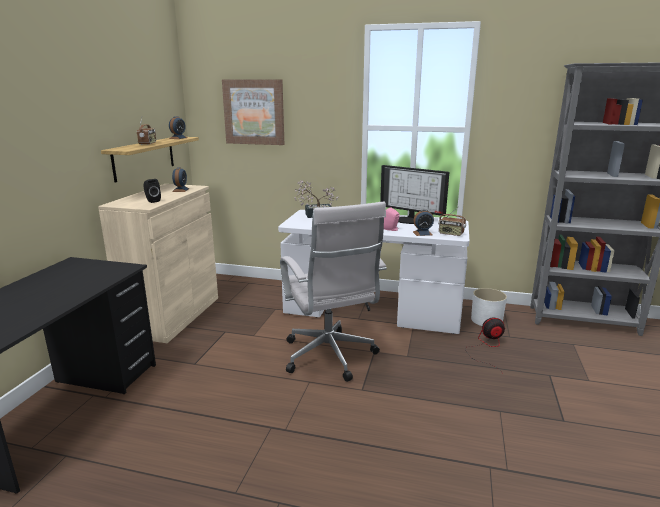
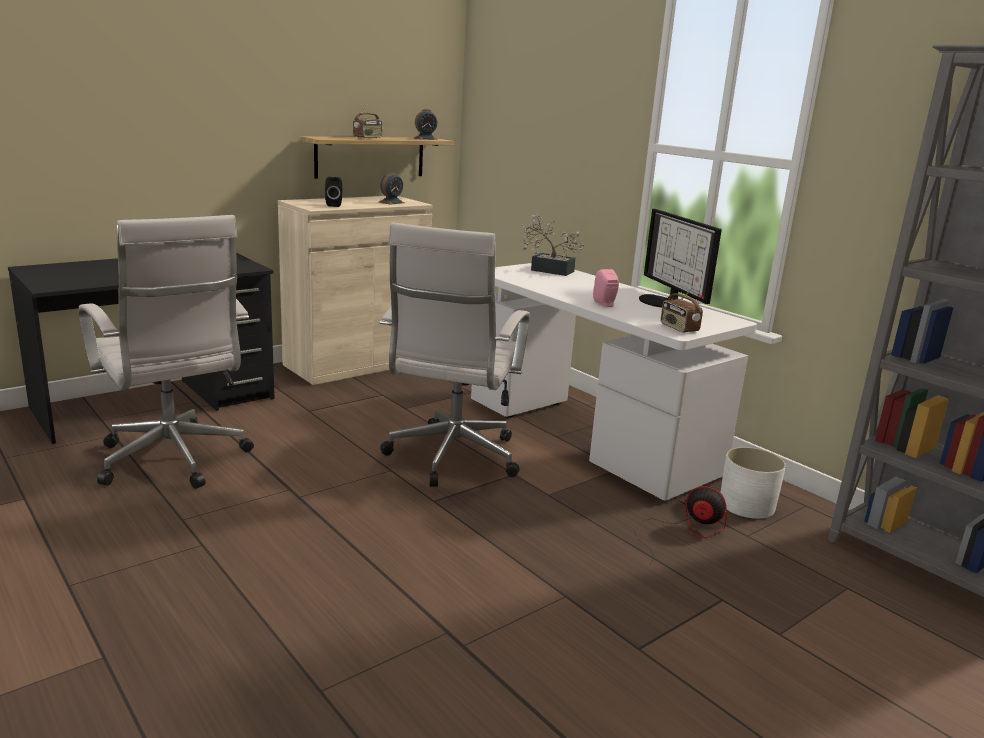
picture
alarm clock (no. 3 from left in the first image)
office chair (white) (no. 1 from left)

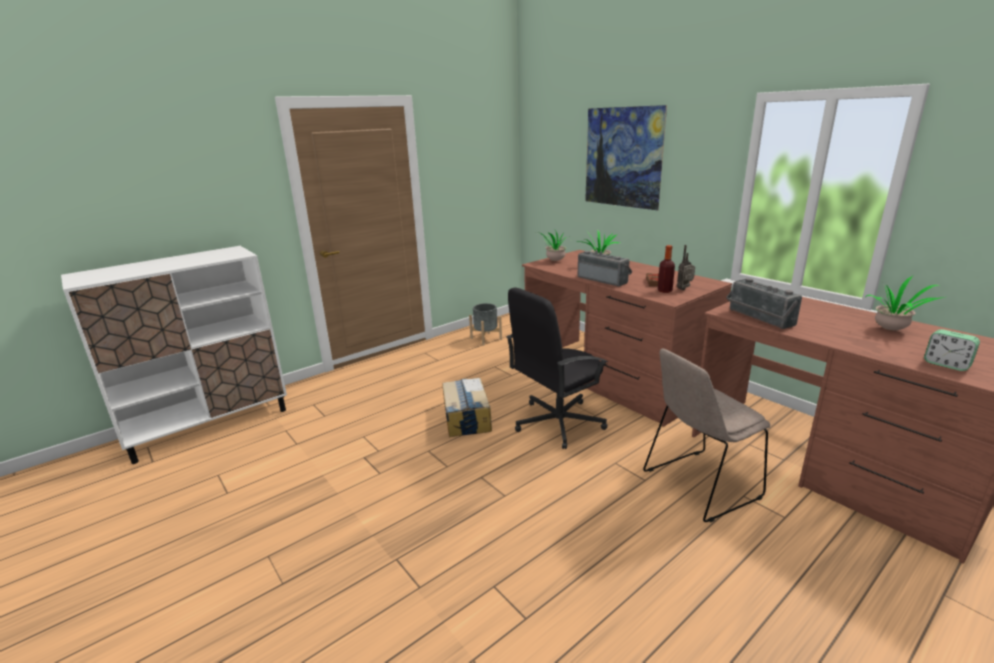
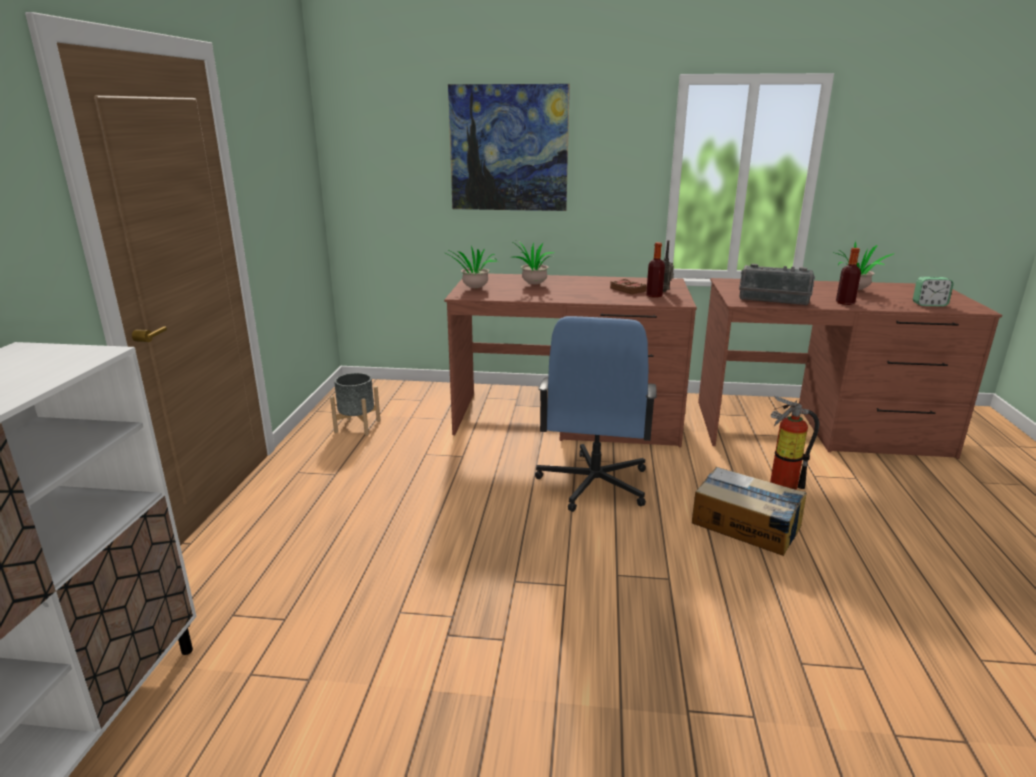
cardboard box
office chair (blue)
radio (no. 1 from left in the first image)
fire extinguisher
bottle (no. 2 from left)

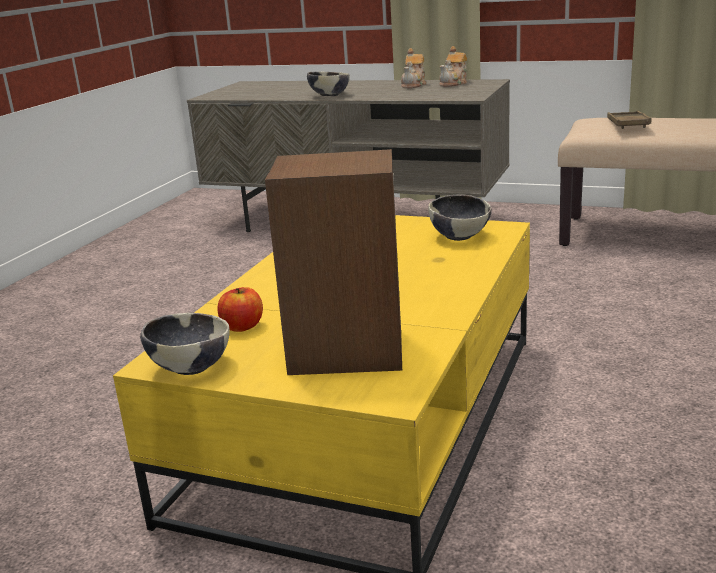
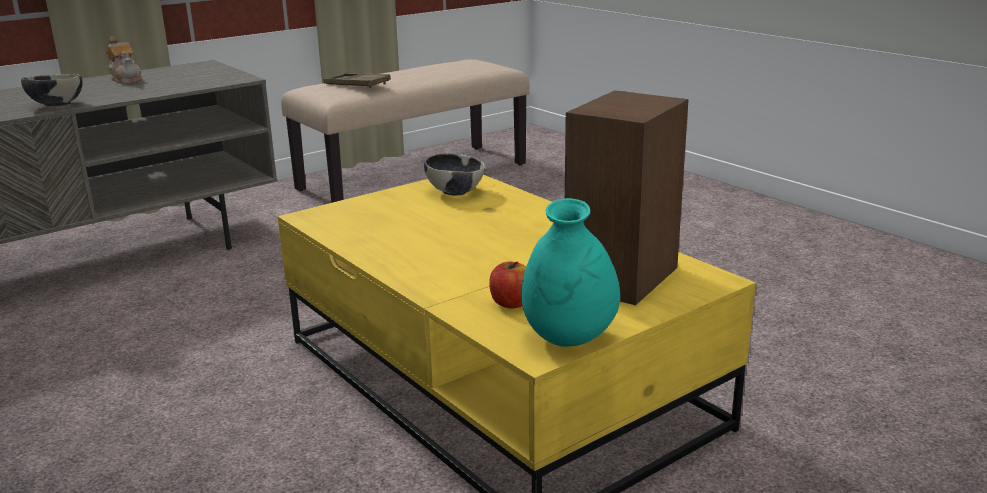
vase (turquoise)
teapot (no. 2 from left in the first image)

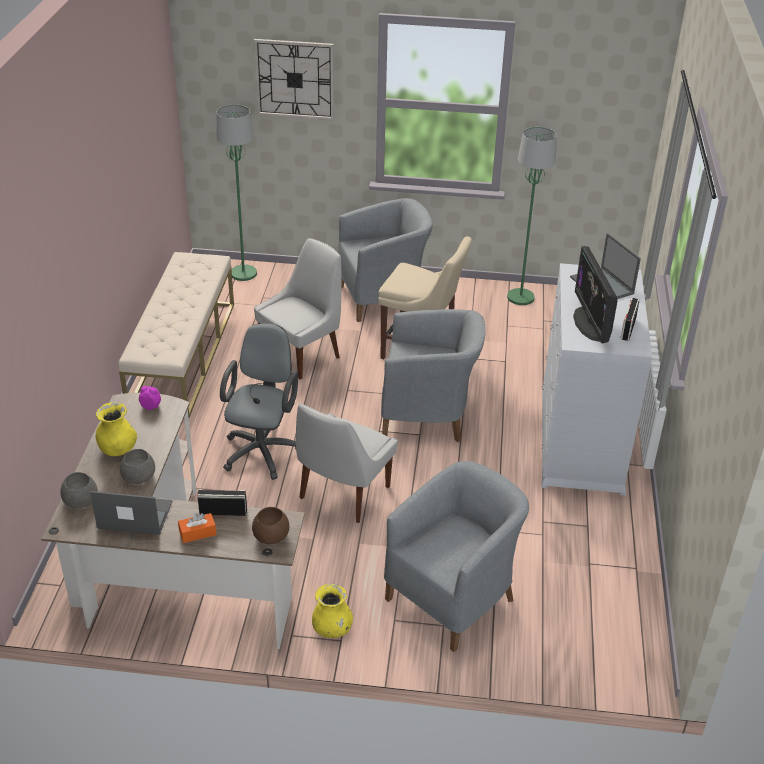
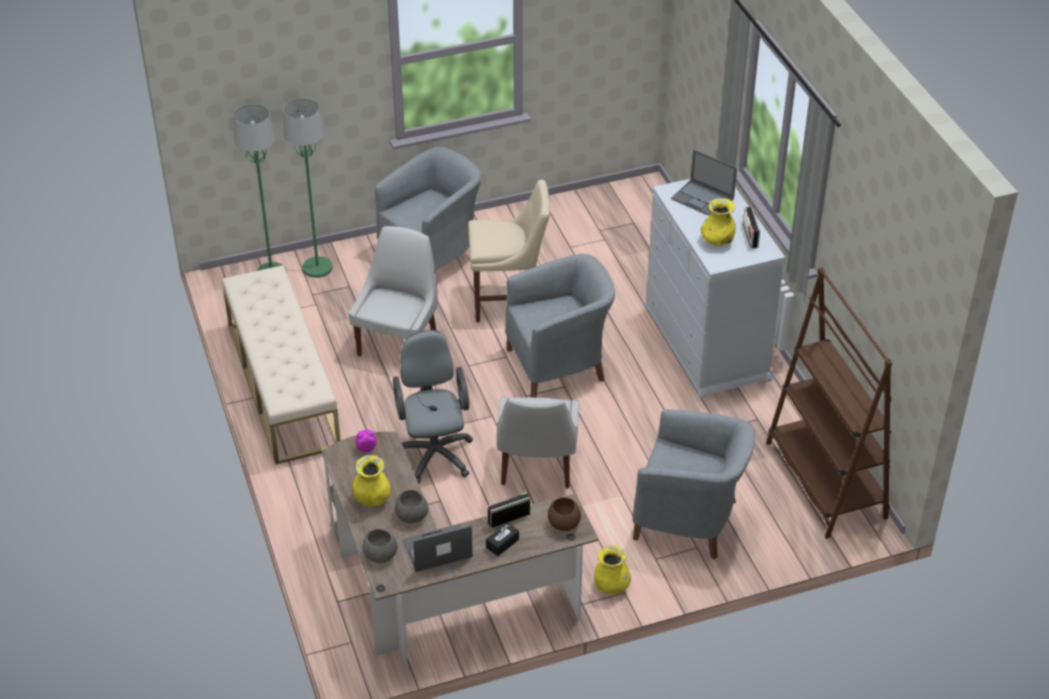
tissue box (black)
wall clock
armchair (grey) (no. 3 from left)
floor lamp (green) (no. 2 from left)
vase (yellow) (no. 3 from left)
bookcase (brown)

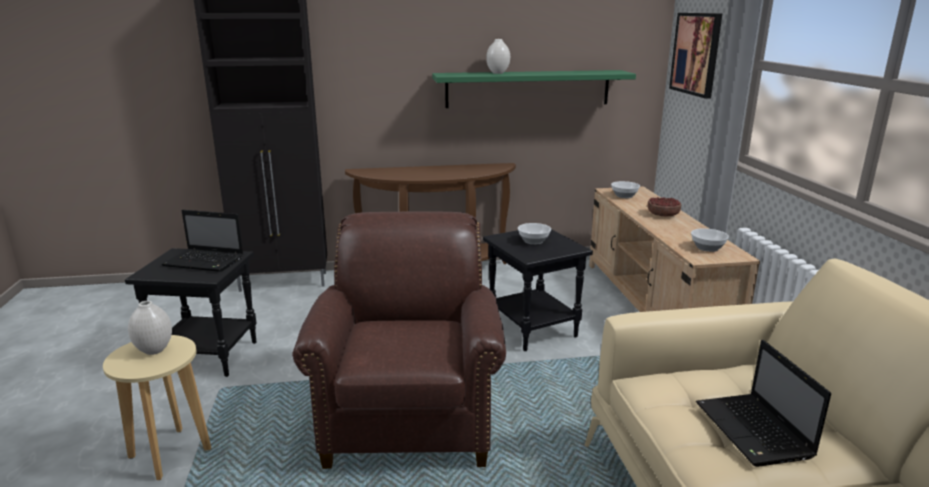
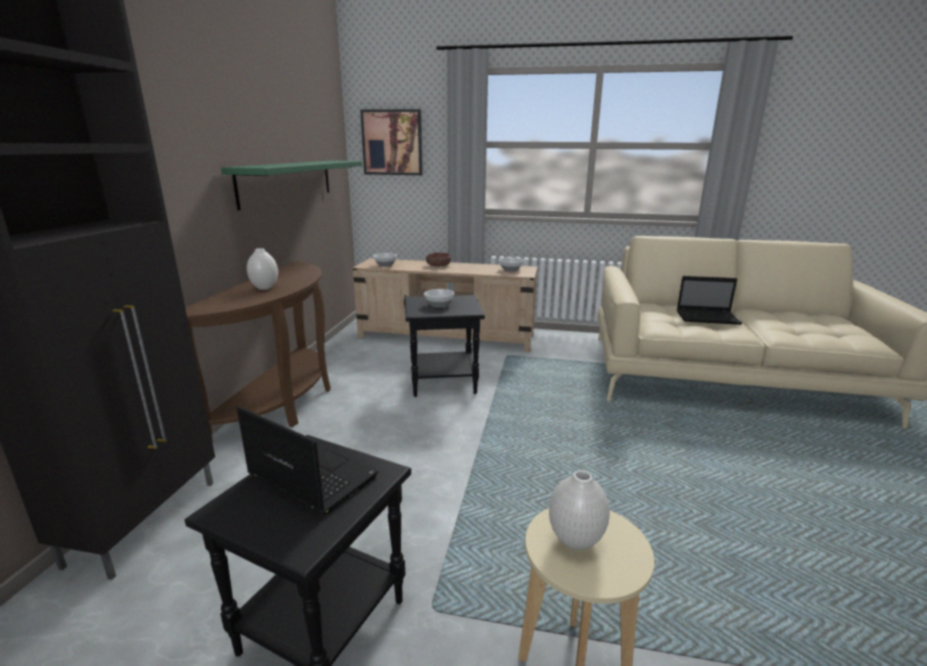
laptop (no. 1 from left)
armchair (brown)
vase (white) (no. 1 from left)

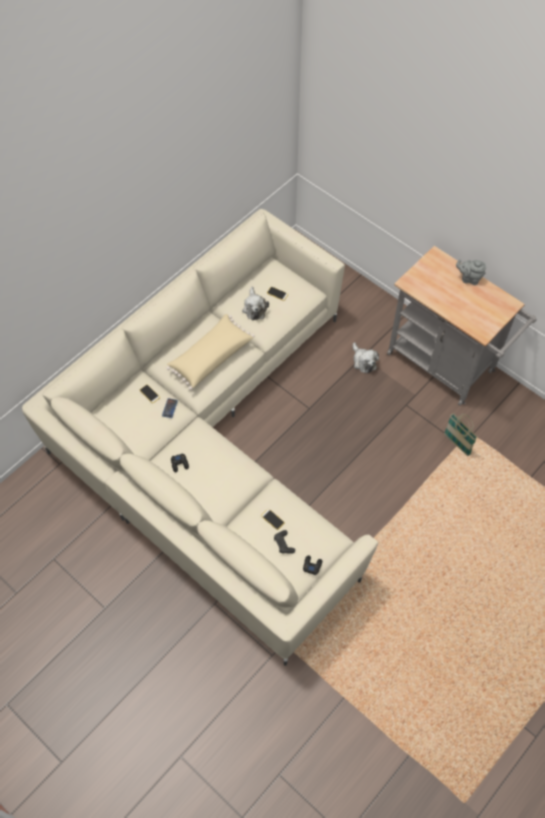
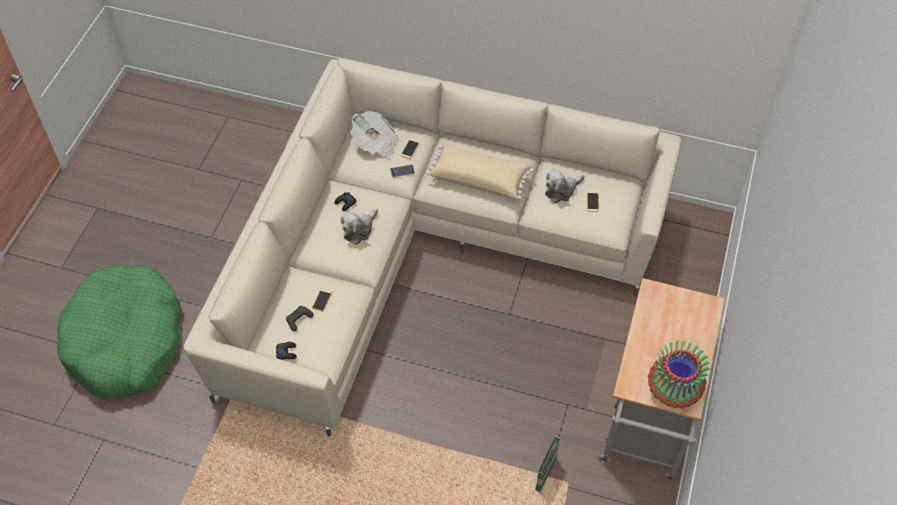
plush toy (no. 1 from left)
teapot (grey)
dog bed (green)
newspaper
vase

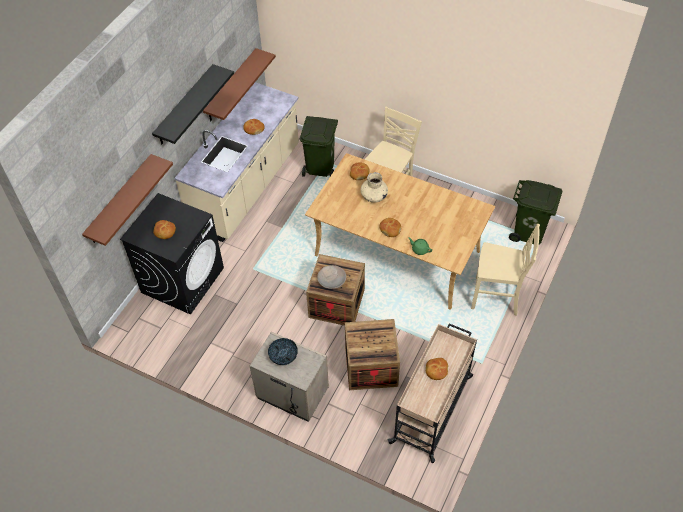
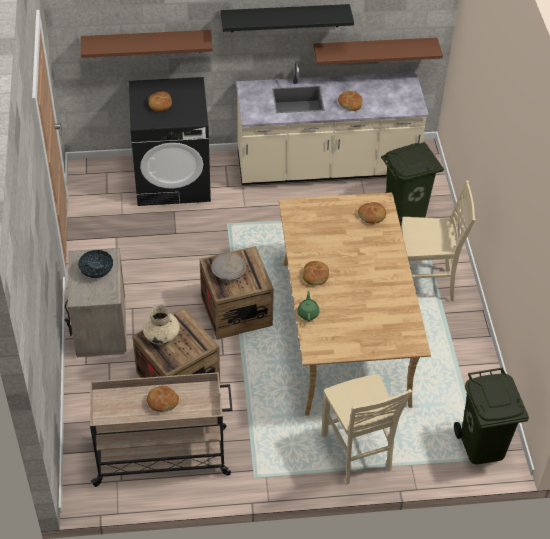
vase (beige)

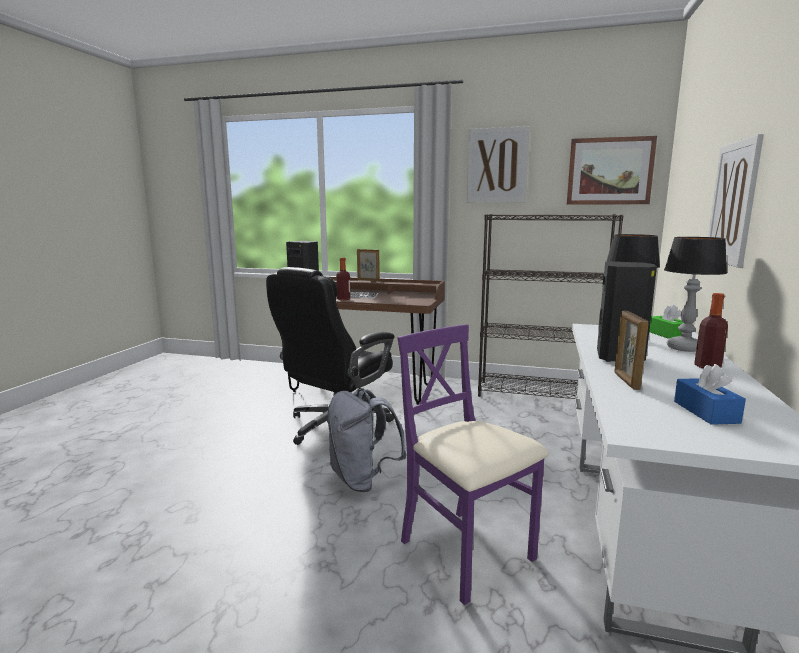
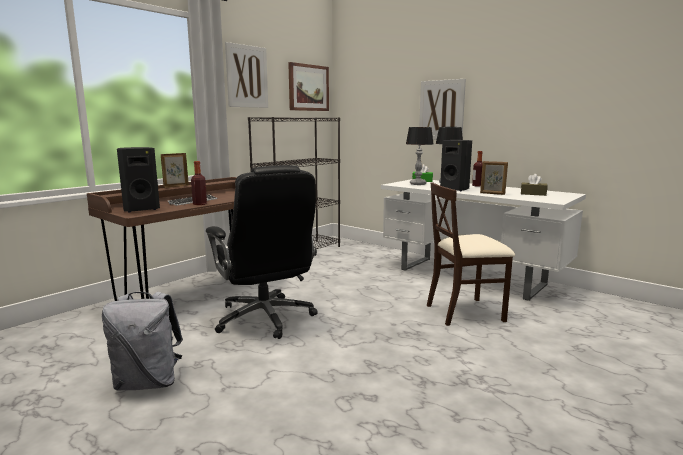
backpack (grey)
chair (beige)
tissue box (brown)

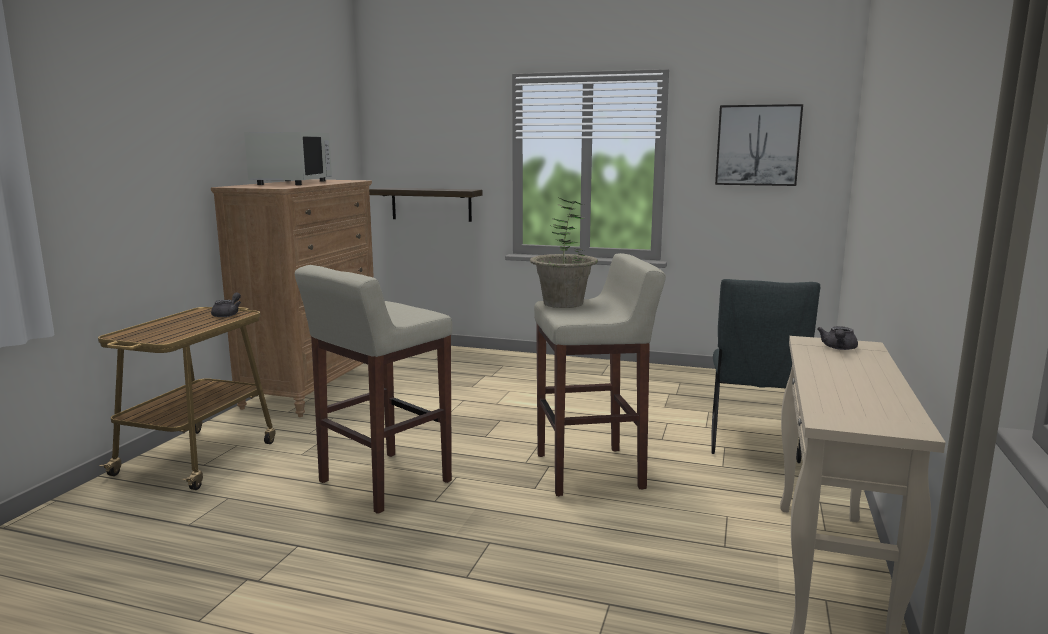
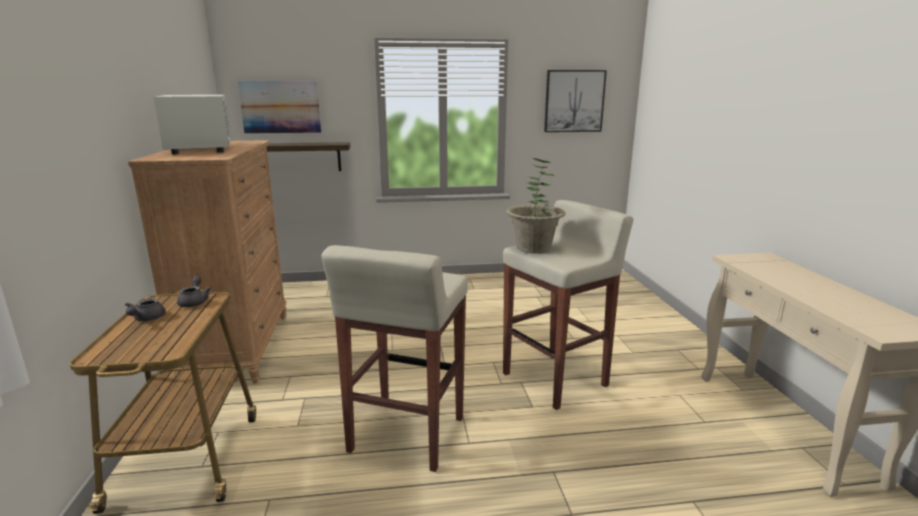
chair (grey)
teapot (grey) (no. 1 from left)
picture (no. 1 from left)

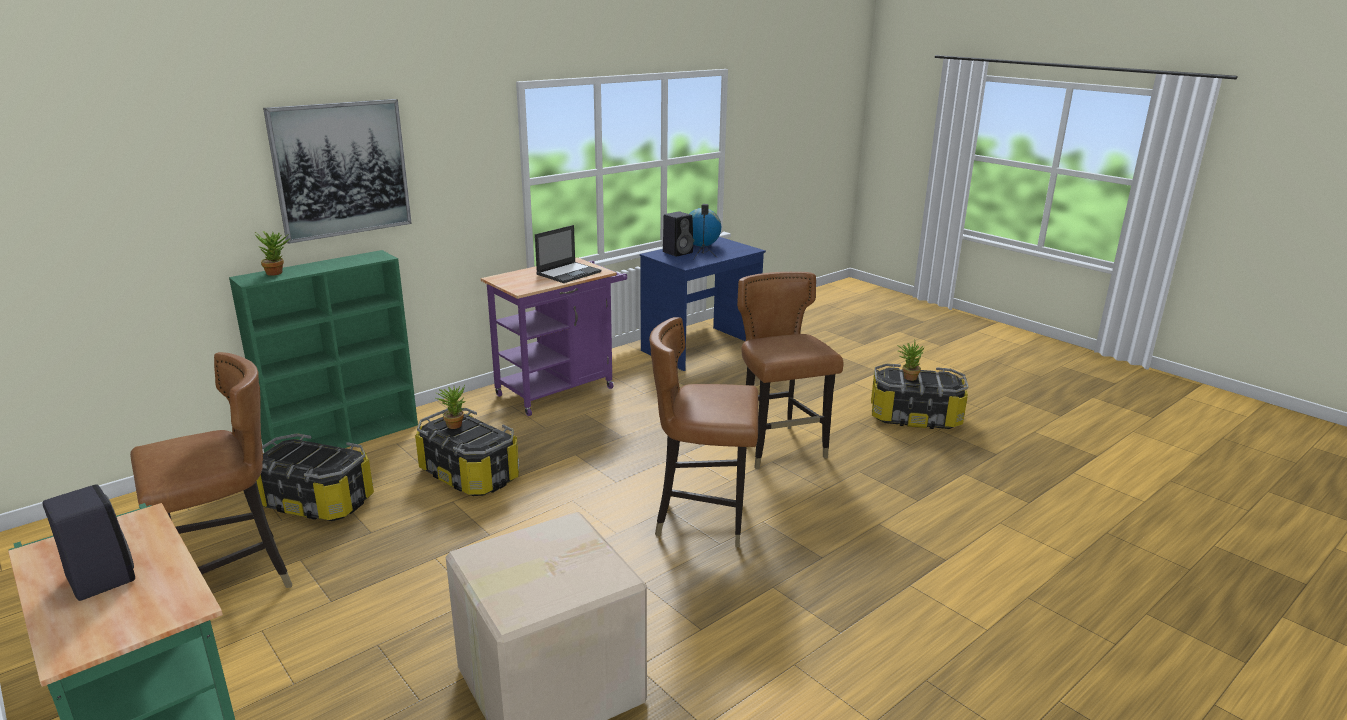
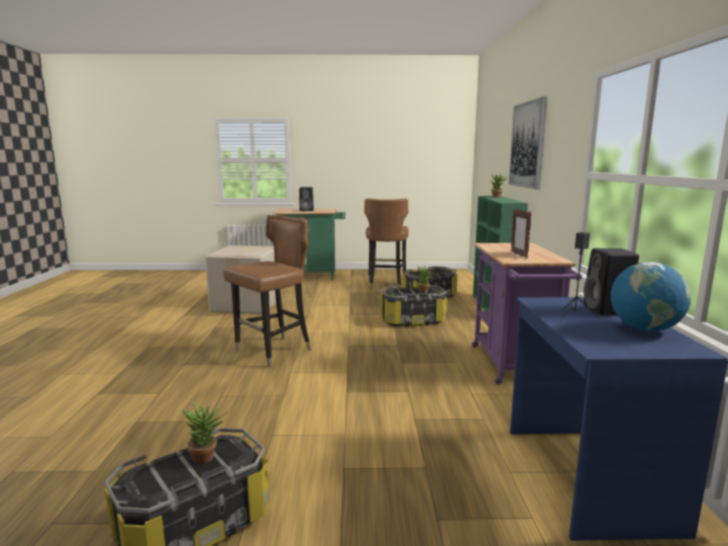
picture frame
chair (brown) (no. 3 from left in the first image)

